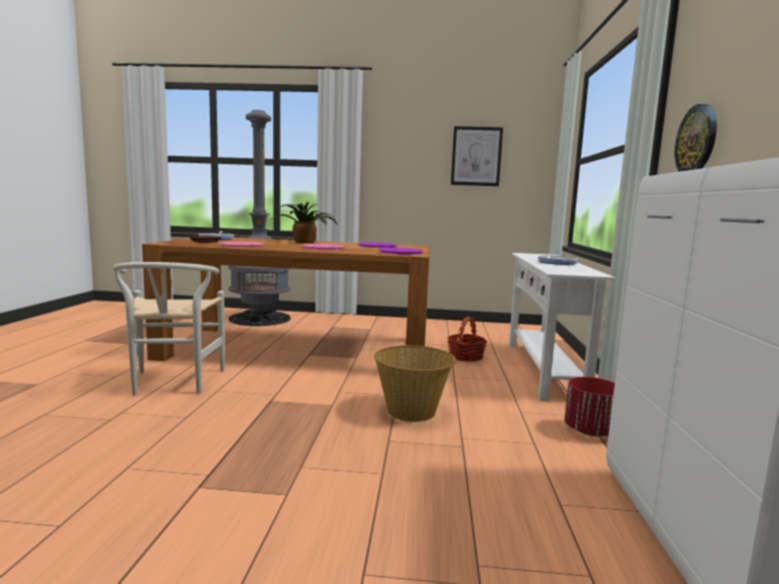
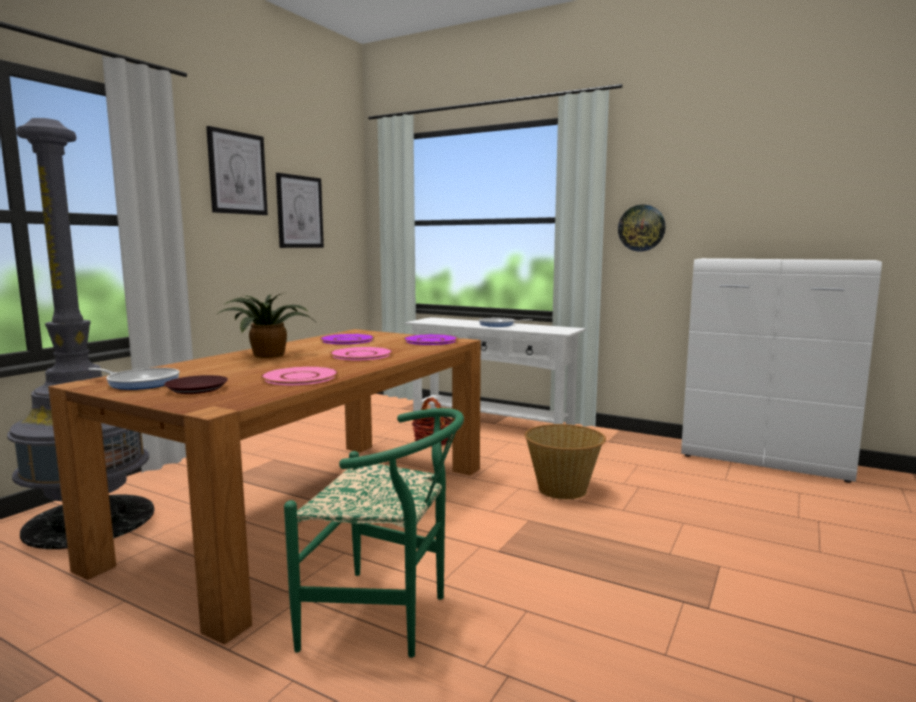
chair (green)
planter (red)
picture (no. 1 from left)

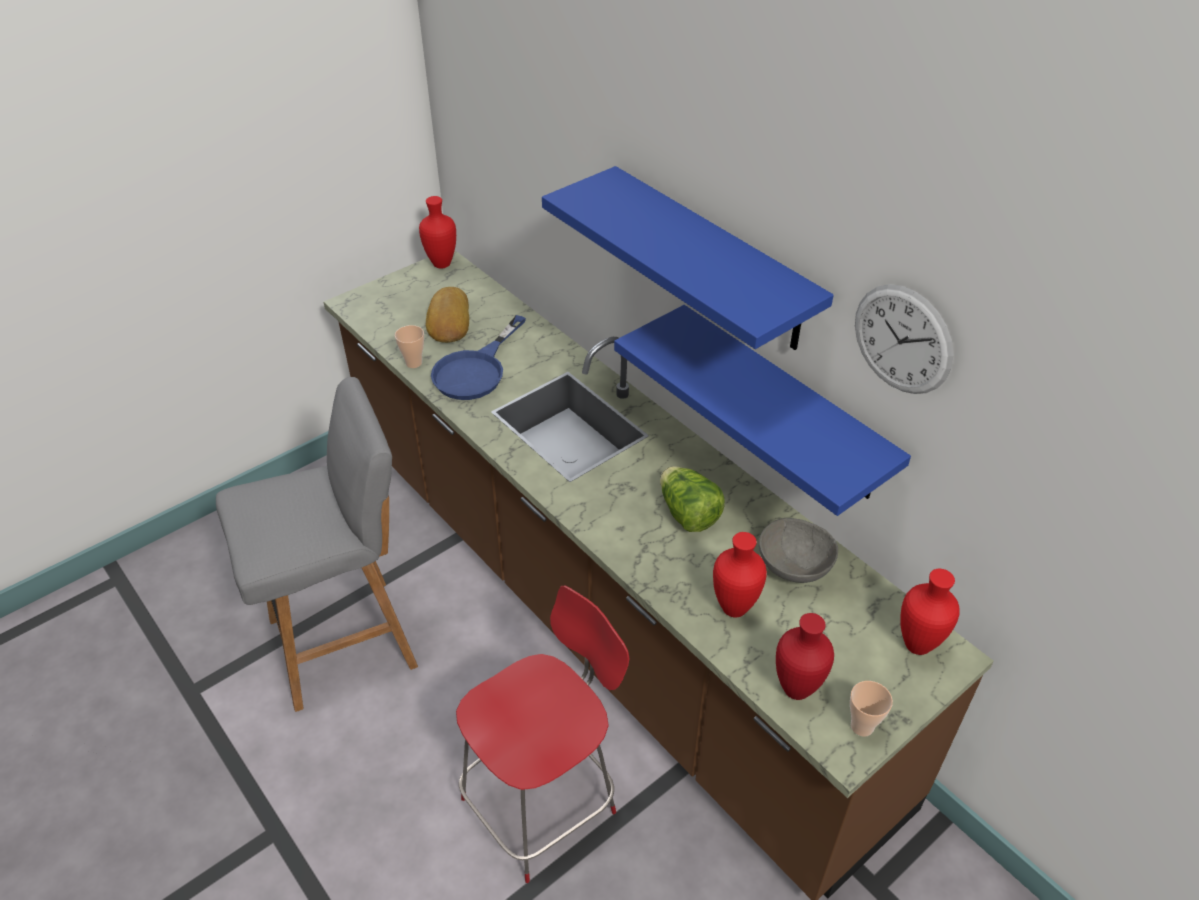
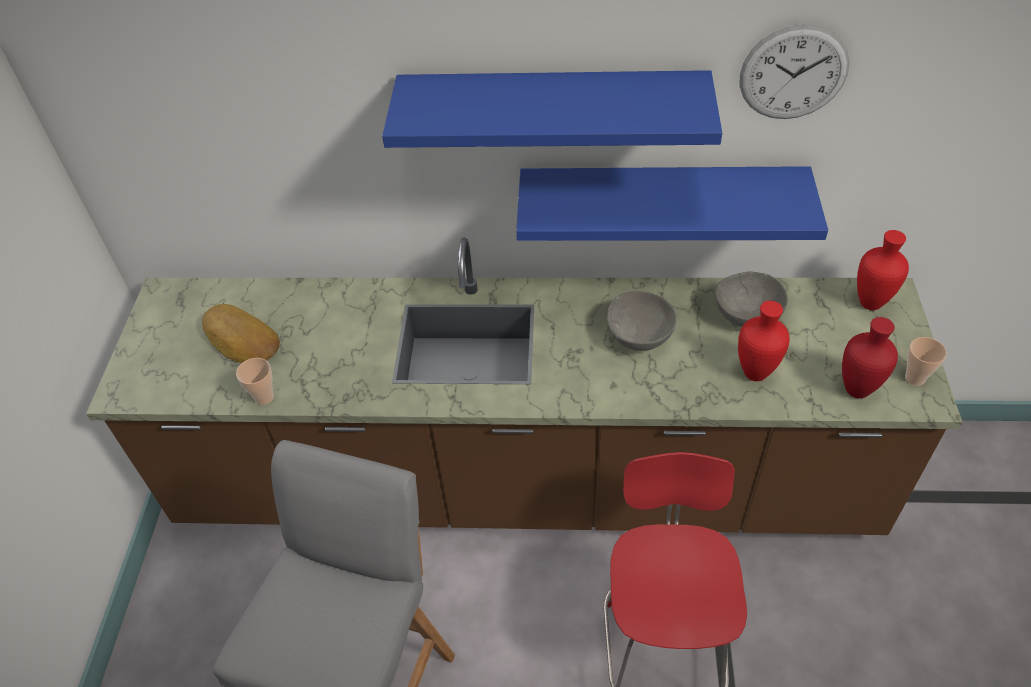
vase (red) (no. 1 from left in the first image)
frying pan (blue)
bowl (grey) (no. 1 from left)

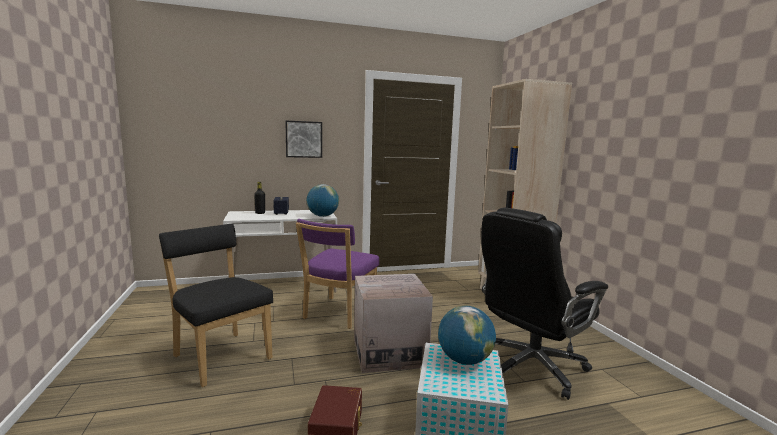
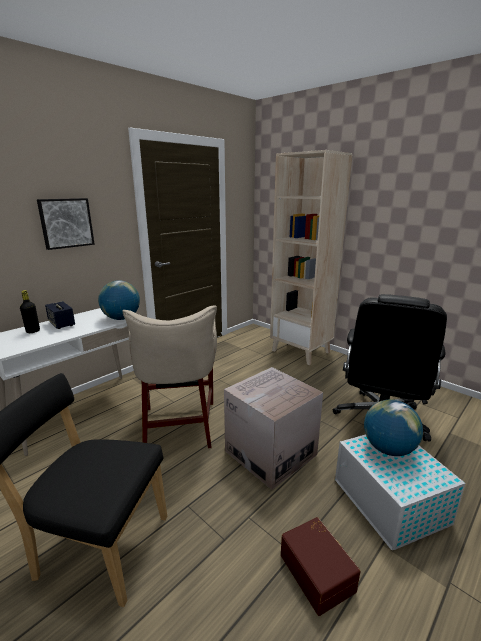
stool (beige)

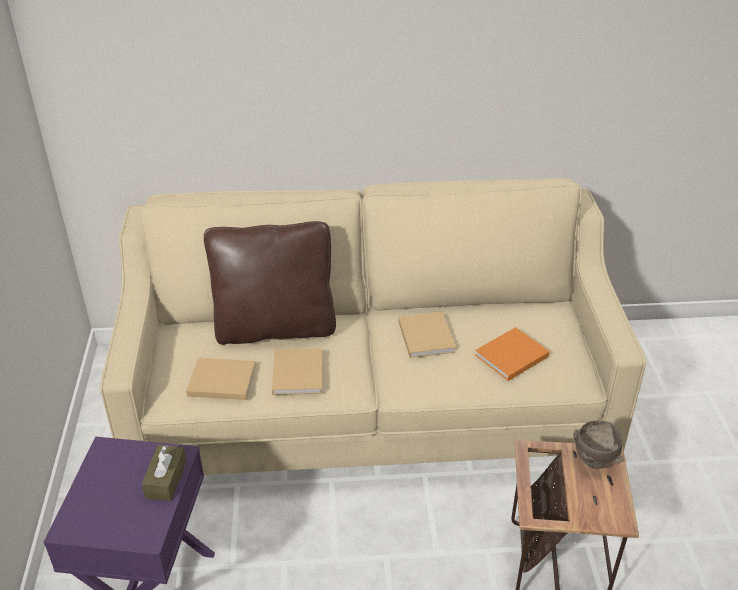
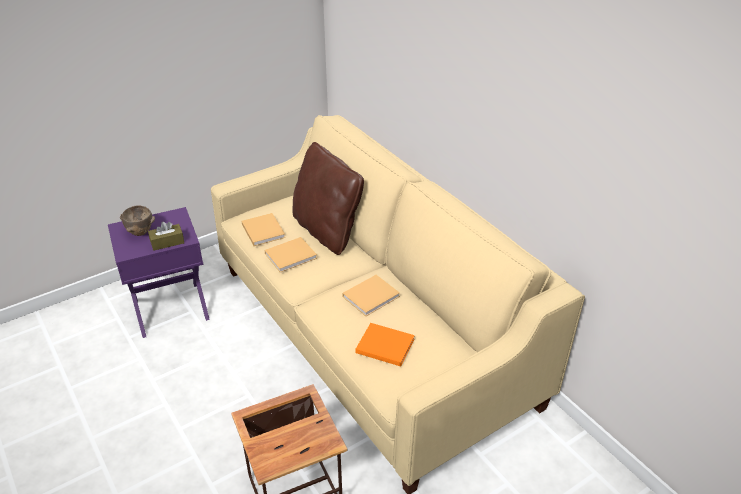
bowl (brown)

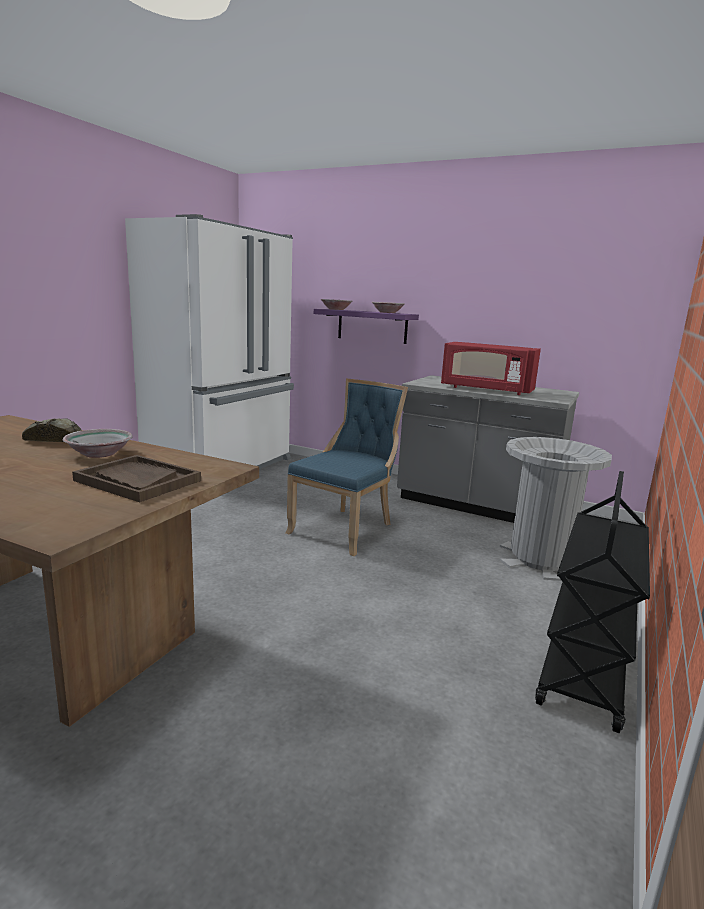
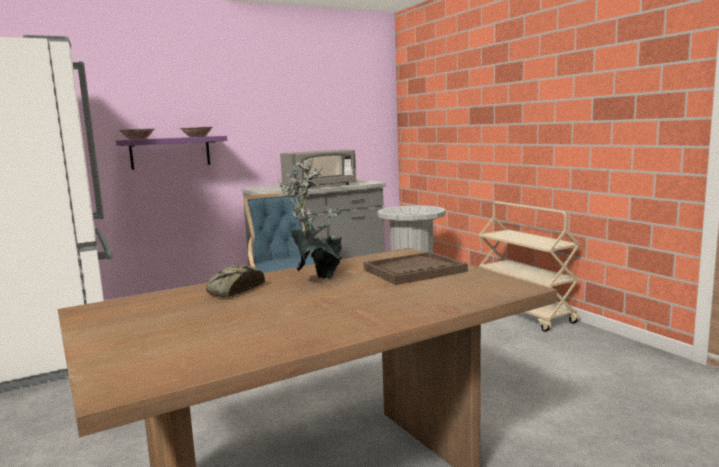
potted plant
microwave (grey)
cart (beige)

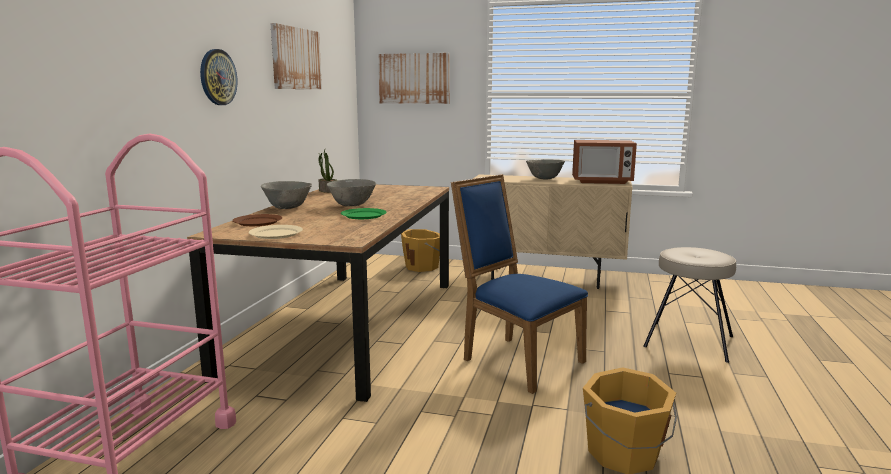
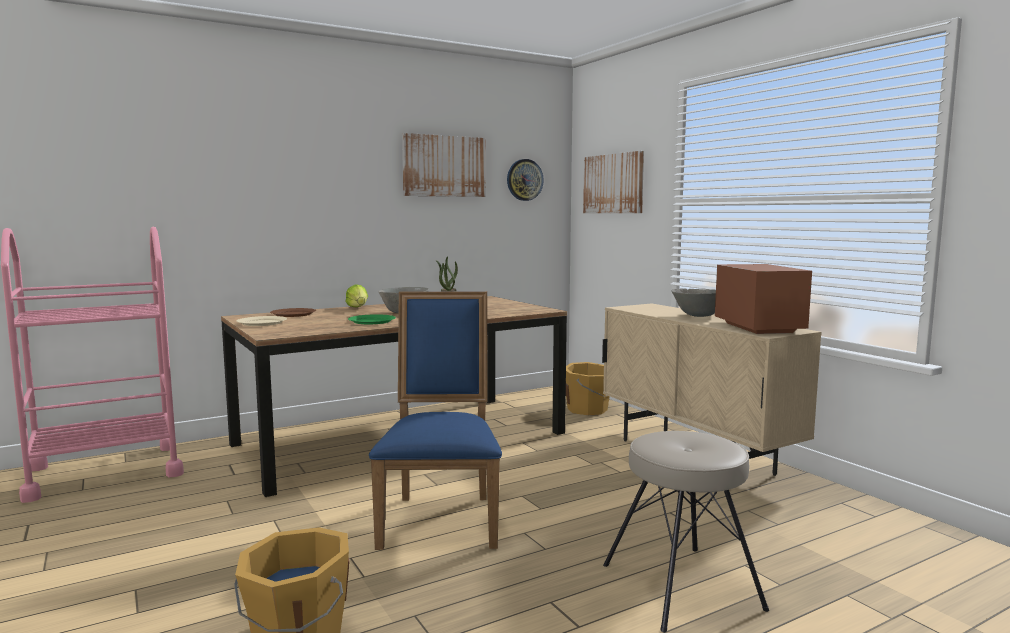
wall clock
lettuce
microwave

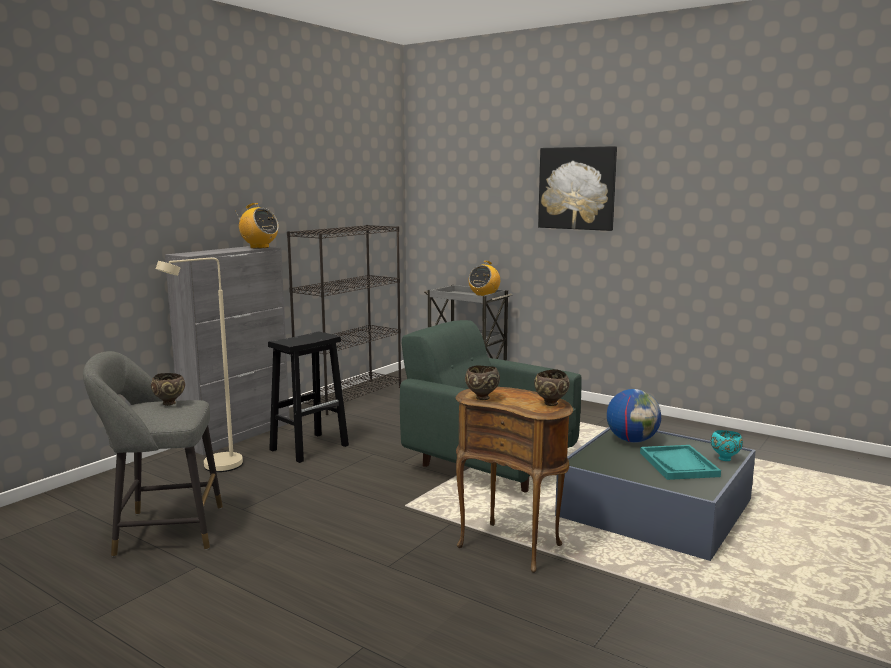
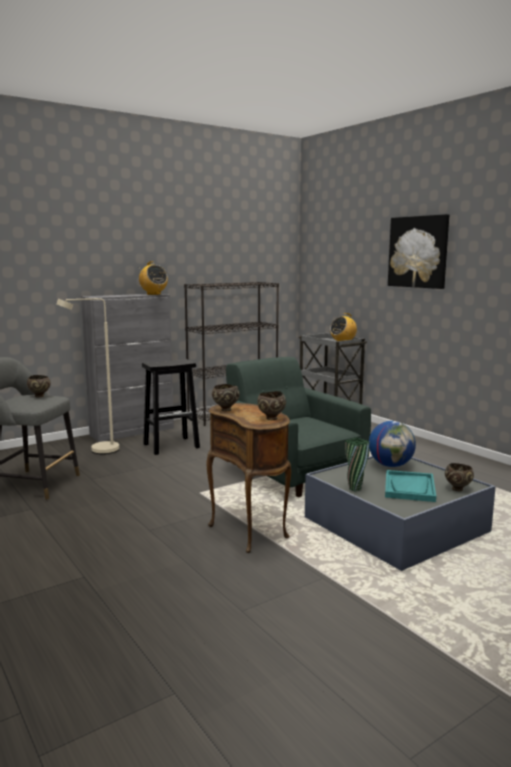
bowl (brown) (no. 4 from left)
vase (green)

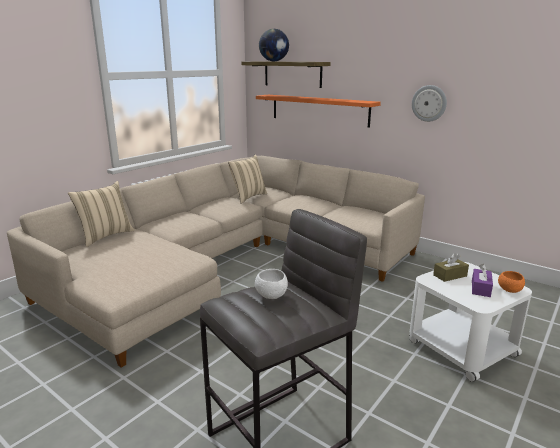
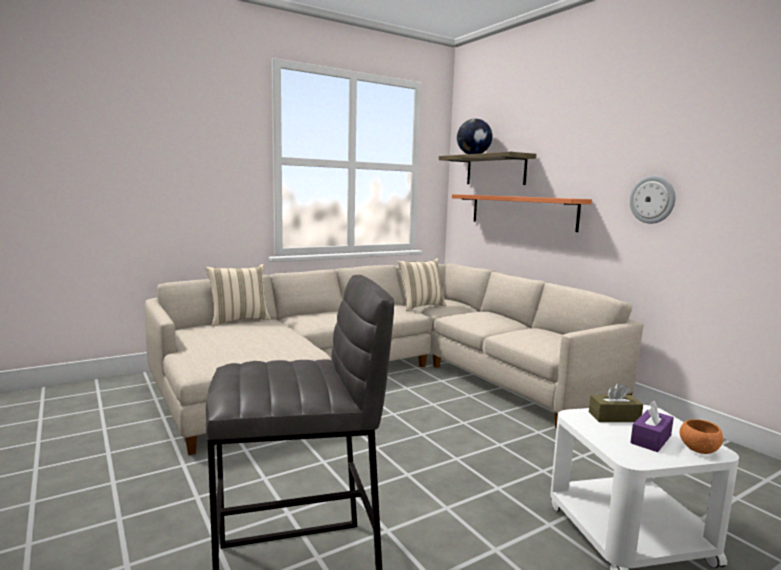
bowl (white)

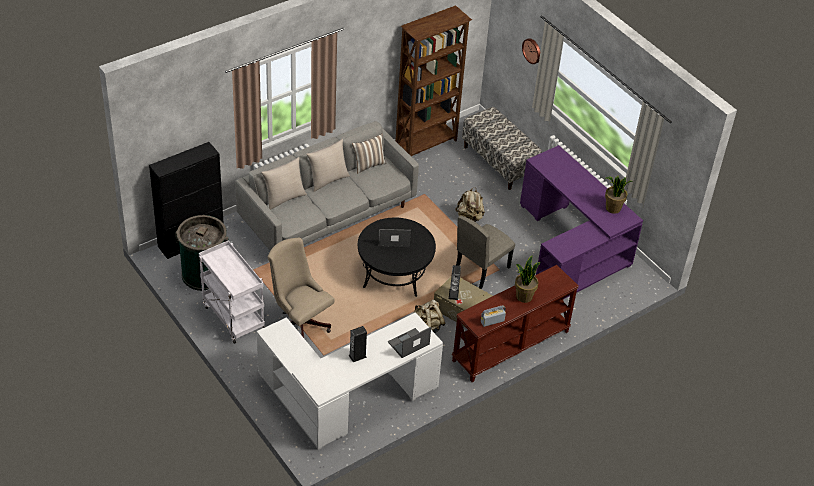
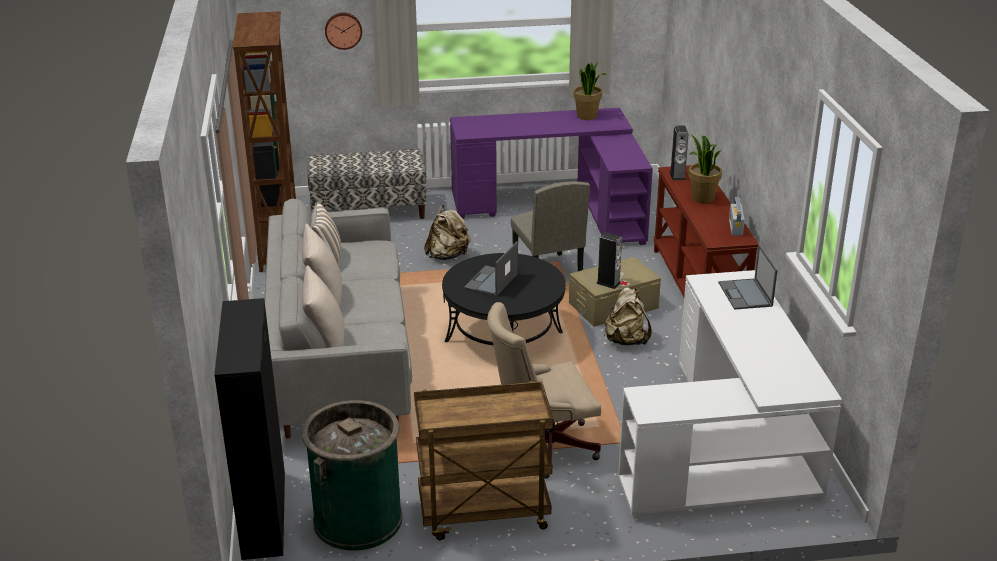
cart (brown)
speaker (no. 2 from left)

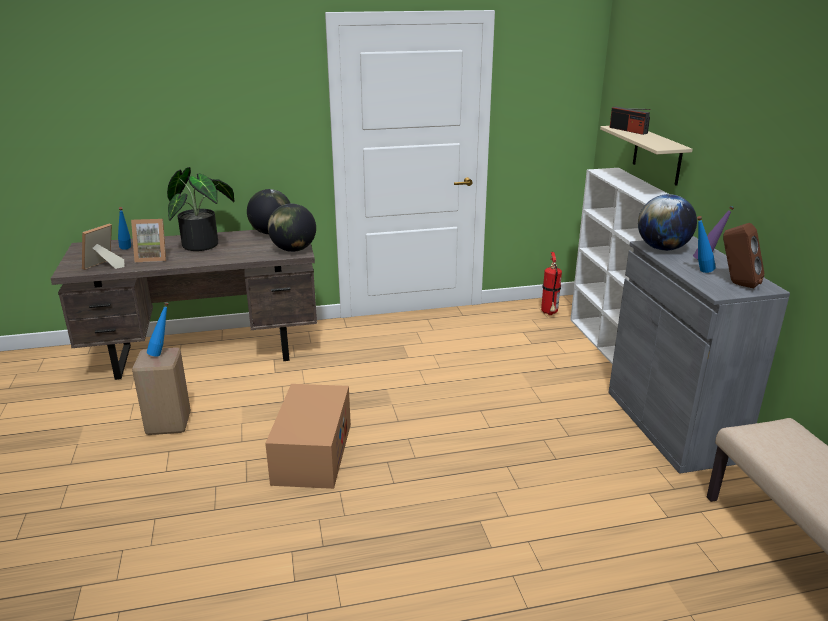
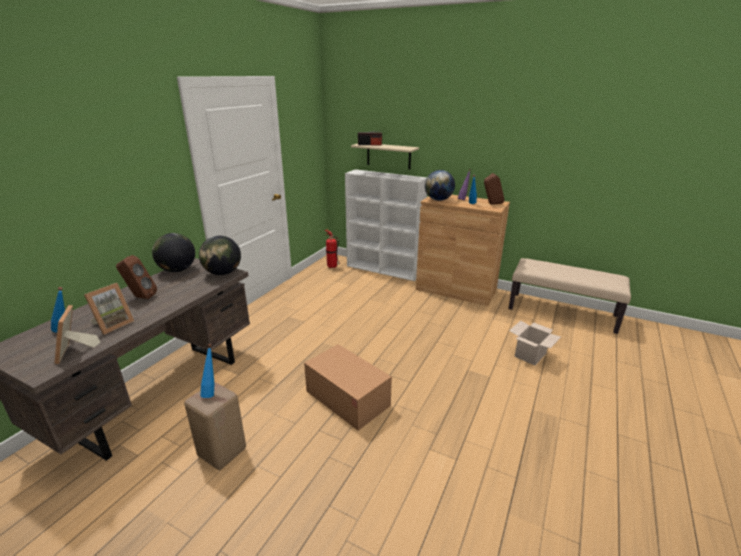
speaker (brown) (no. 1 from left)
cabinet (brown)
cardboard box (no. 2 from left)

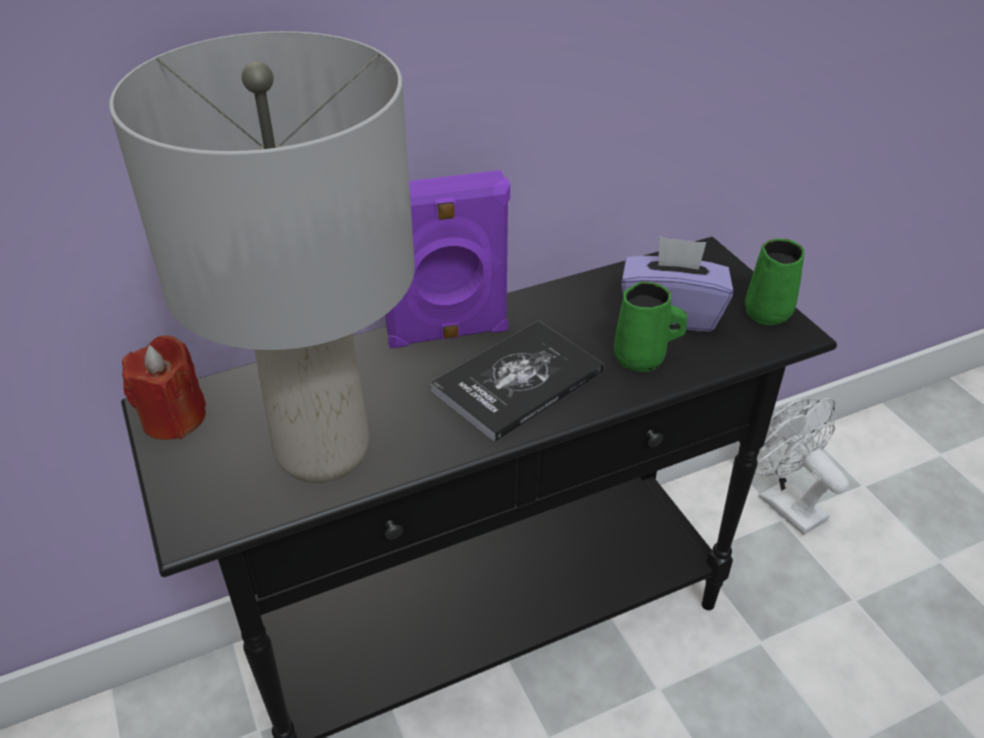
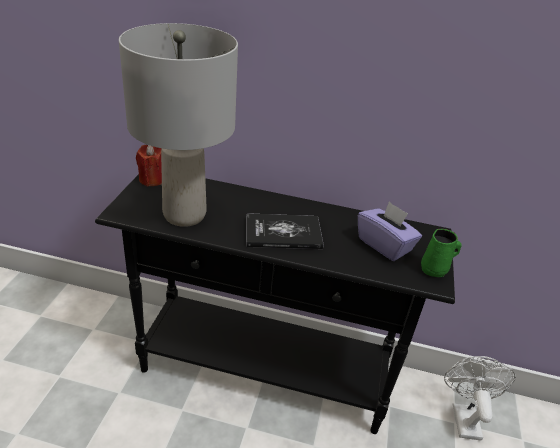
speaker (purple)
mug (green) (no. 1 from left in the first image)

